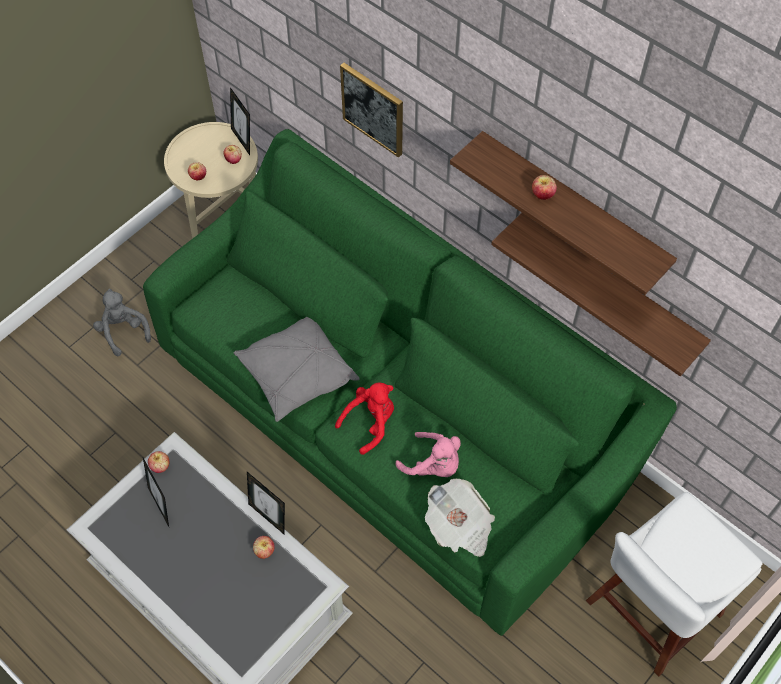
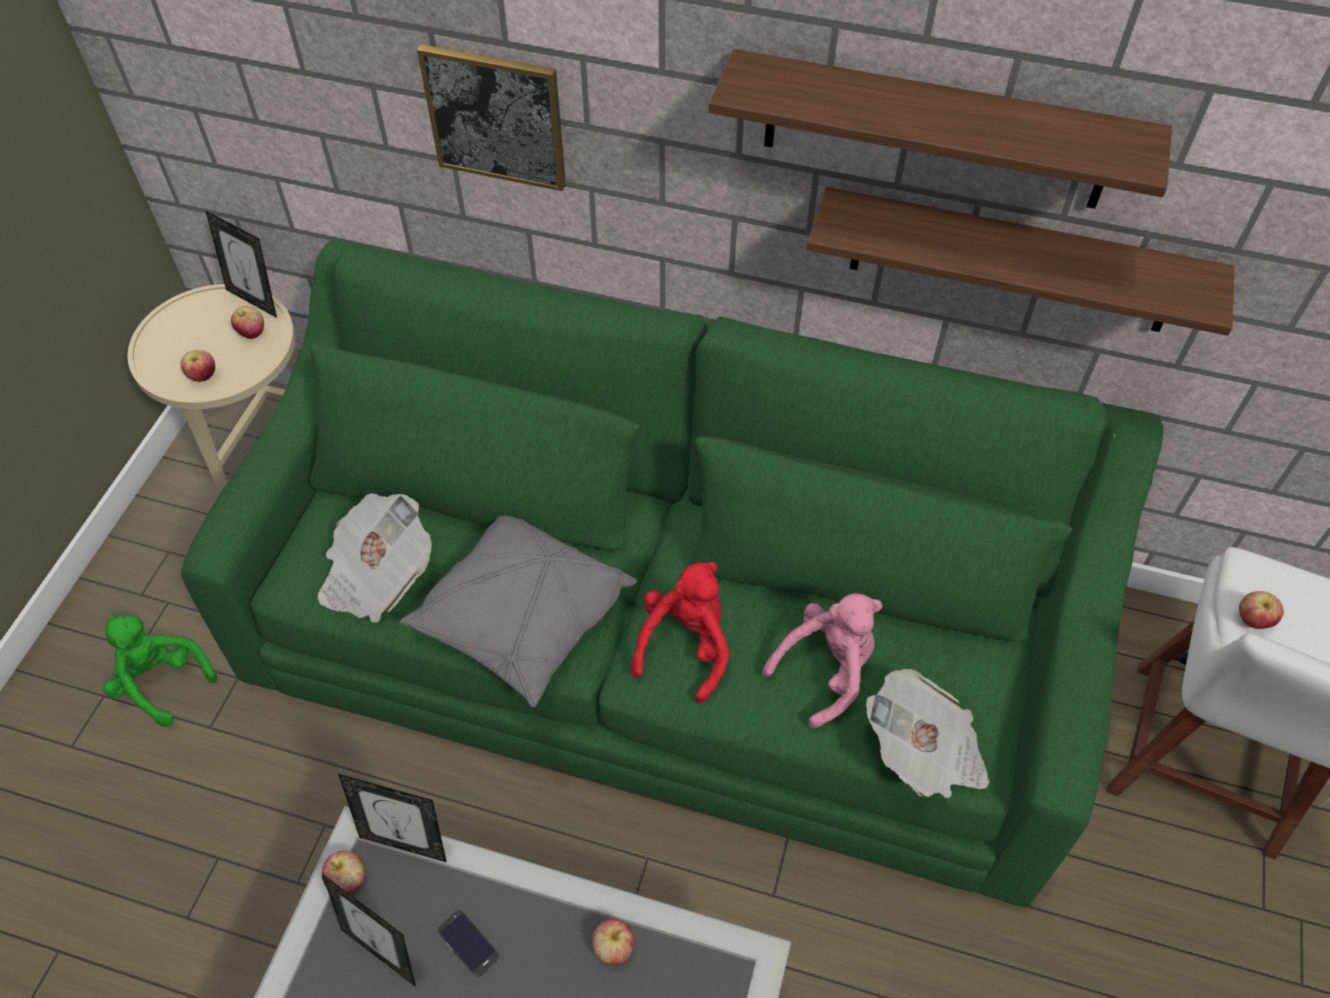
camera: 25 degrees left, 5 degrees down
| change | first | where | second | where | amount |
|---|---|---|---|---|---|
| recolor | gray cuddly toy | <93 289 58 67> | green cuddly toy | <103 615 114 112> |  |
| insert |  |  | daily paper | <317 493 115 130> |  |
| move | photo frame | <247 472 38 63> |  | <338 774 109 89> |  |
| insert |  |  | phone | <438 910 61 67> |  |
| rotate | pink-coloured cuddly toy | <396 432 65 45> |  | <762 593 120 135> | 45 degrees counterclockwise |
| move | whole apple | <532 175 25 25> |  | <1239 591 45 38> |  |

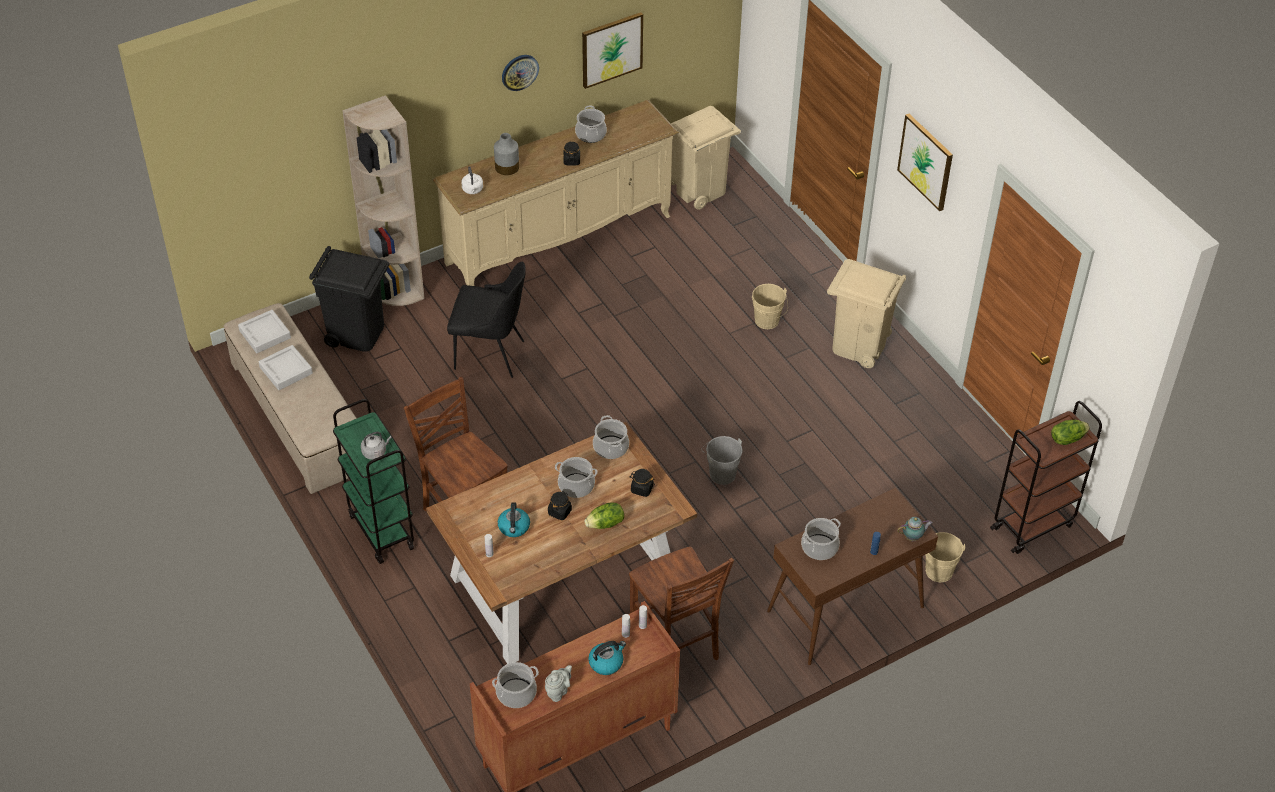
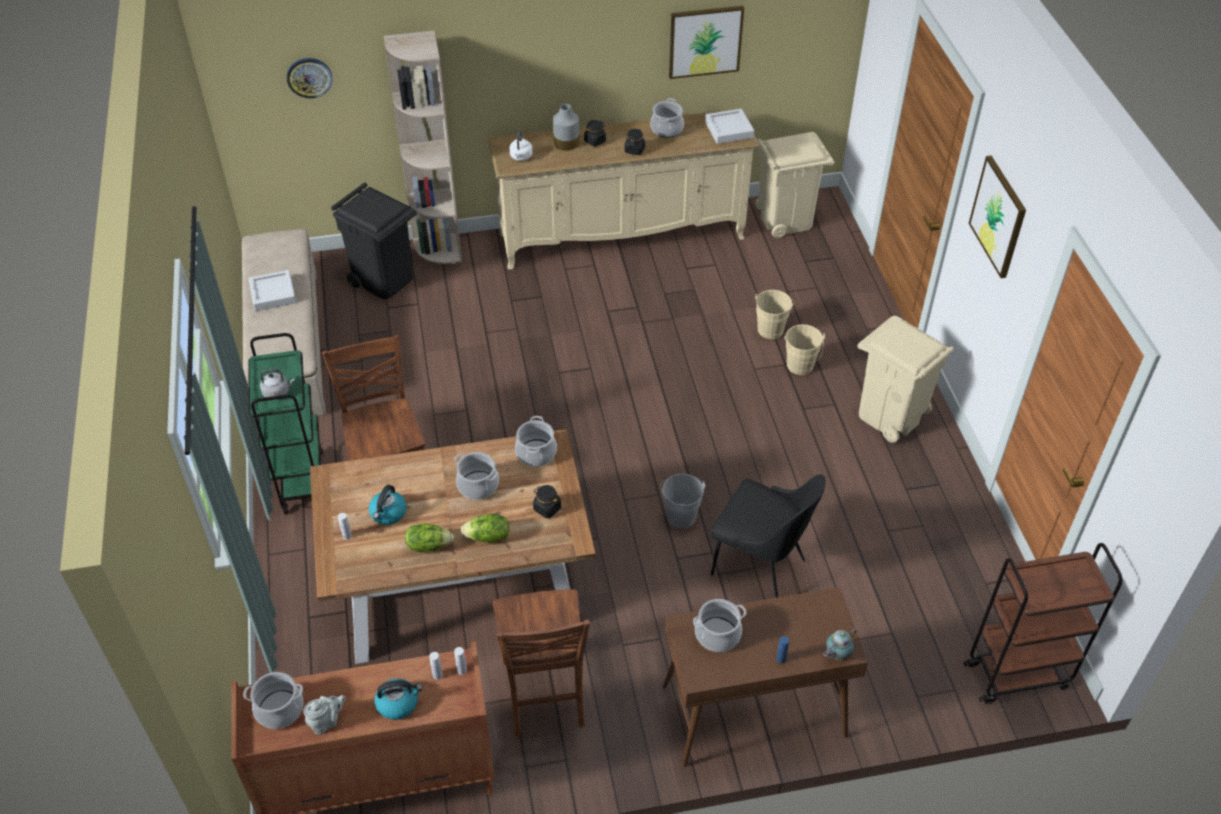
camera: 20 degrees right, 0 degrees up
| change | first | where | second | where | amount |
|---|---|---|---|---|---|
| move | wall clock | <502 55 37 36> |  | <287 58 46 40> |  |
| move | lettuce head | <1051 420 39 25> |  | <405 523 49 29> |  |
| move | black storage jar | <548 491 24 29> |  | <584 120 22 27> |  |
| move | gray serving tray | <238 310 53 43> |  | <705 108 49 36> |  |
| move | black upright chair | <447 262 79 116> |  | <711 475 114 123> |  |
| move | beige bucket | <925 532 40 50> |  | <755 290 39 49> |  |
| rotate | tea pot | <897 517 36 24> |  | <823 628 33 32> | 135 degrees clockwise |

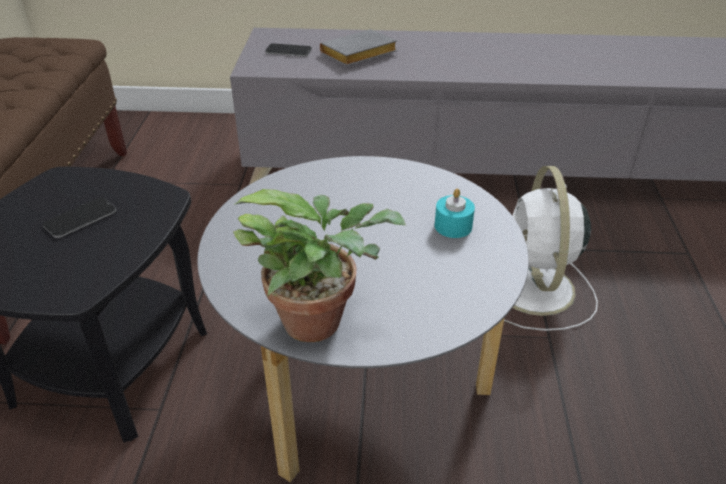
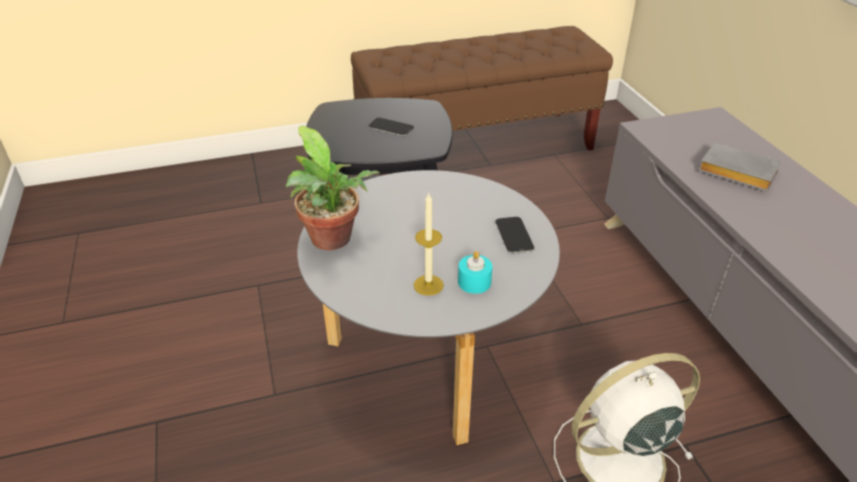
camera: 70 degrees right, 0 degrees up
| change | first | where | second | where | amount |
|---|---|---|---|---|---|
| insert |  |  | candle | <414 193 30 103> |  |
| move | phone | <265 43 47 13> |  | <496 217 39 37> |  |

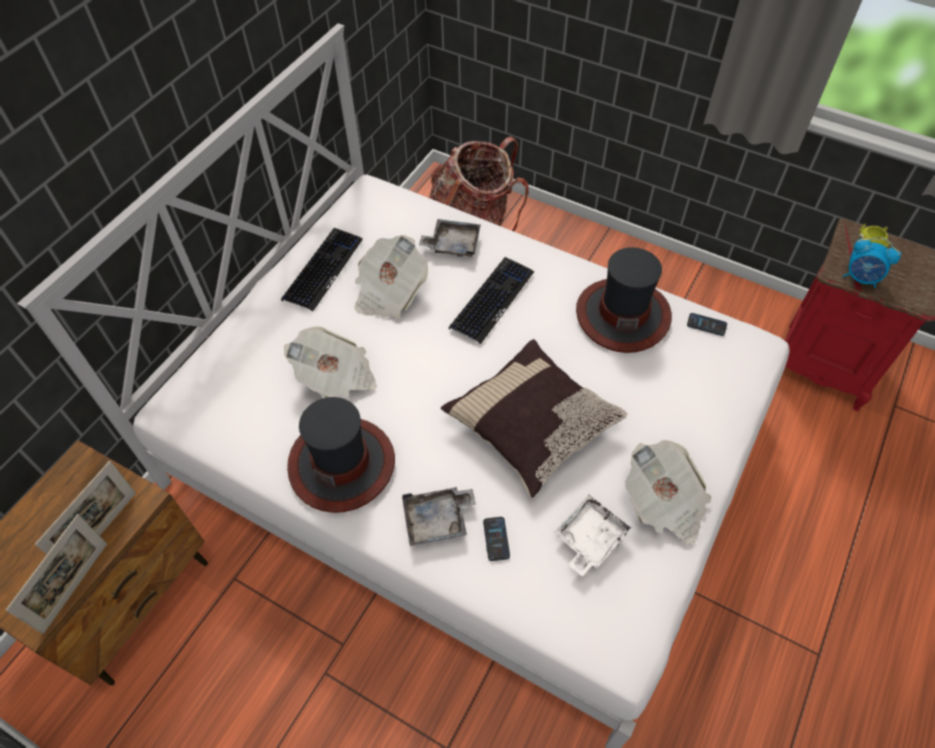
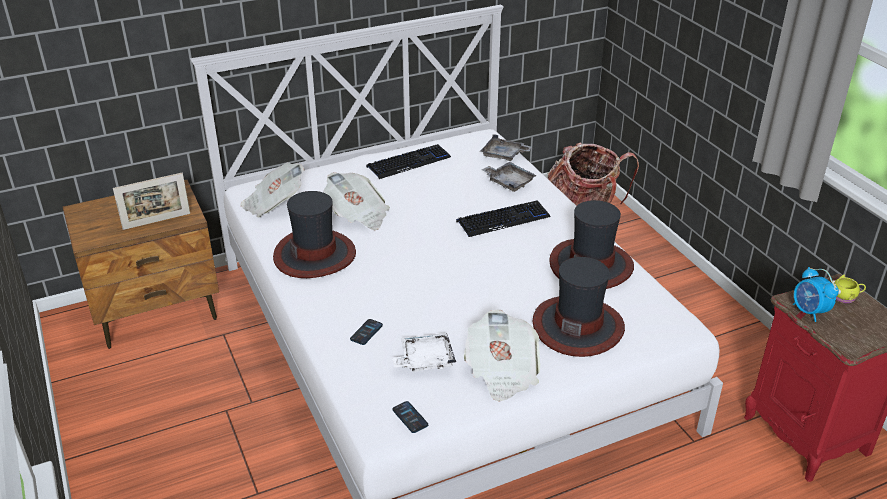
camera: 35 degrees right, 20 degrees down
| change | first | where | second | where | amount |
|---|---|---|---|---|---|
| move | daily paper | <355 235 73 83> |  | <240 162 65 56> |  |
| move | phone | <687 313 40 23> |  | <392 401 36 32> |  |
| move | gray serving tray | <402 487 74 59> |  | <480 134 52 27> |  |
| insert |  |  | clothing hat | <533 257 92 100> |  |
| delete | photo frame | <6 514 101 120> |  |  |  |
| delete | pillow | <441 339 186 159> |  |  |  |

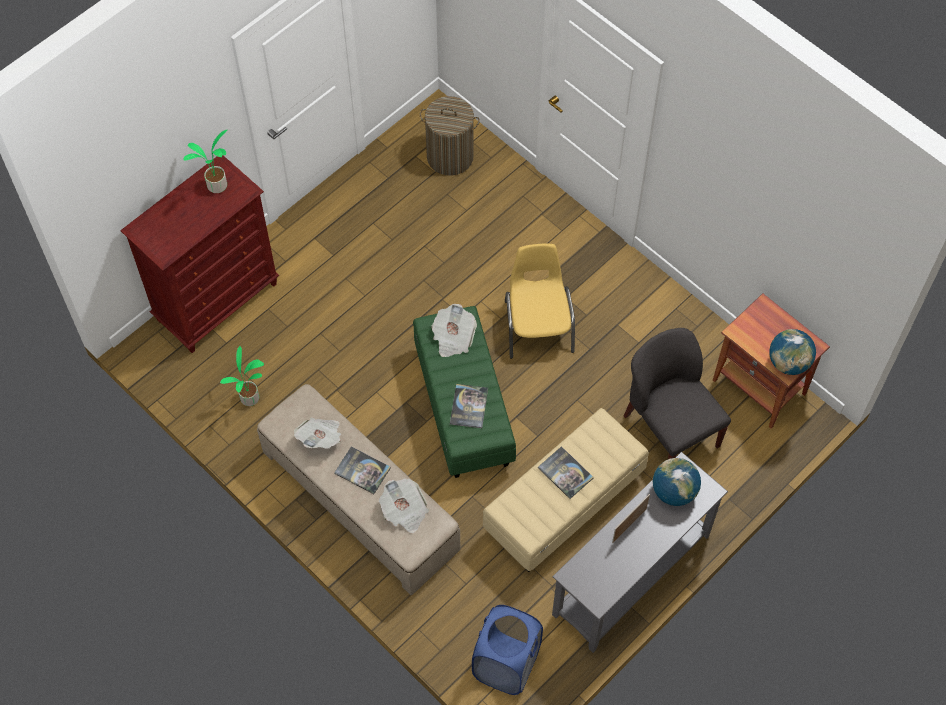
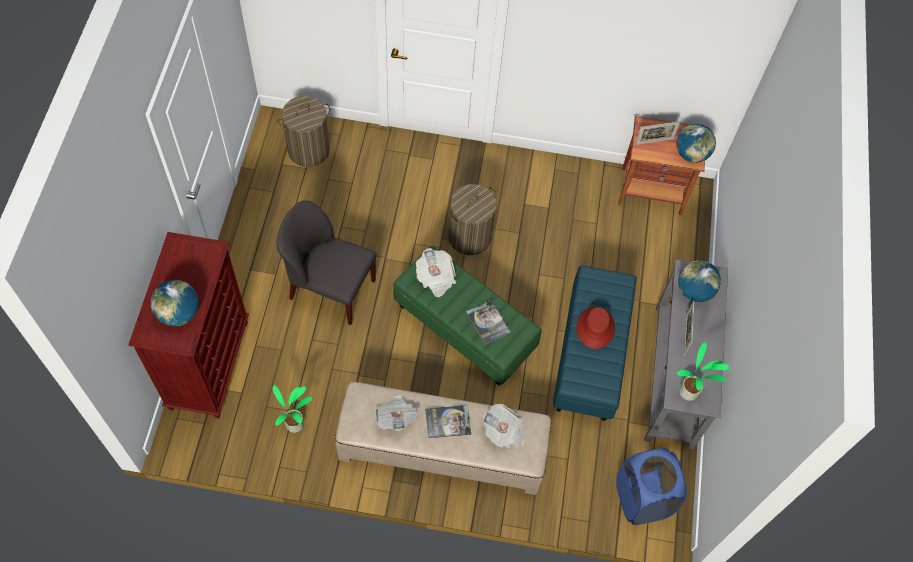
camera: 40 degrees left, 0 degrees up
| change | first | where | second | where | amount |
|---|---|---|---|---|---|
| insert |  |  | world globe | <151 280 48 46> |  |
| move | gray upright chair | <624 328 107 131> |  | <276 201 101 124> |  |
| replace | yellow upright chair | <505 244 70 115> | hamper | <448 184 49 71> |  |
| recolor | beige ottoman | <483 408 166 164> | blue-coloured ottoman | <553 265 84 156> |  |
| replace | book | <538 446 56 53> | red clothing hat | <576 307 39 42> |  |
| insert |  |  | photo frame | <635 121 45 24> |  |
| move | plant in a pot | <183 130 44 63> |  | <677 342 52 59> |  |

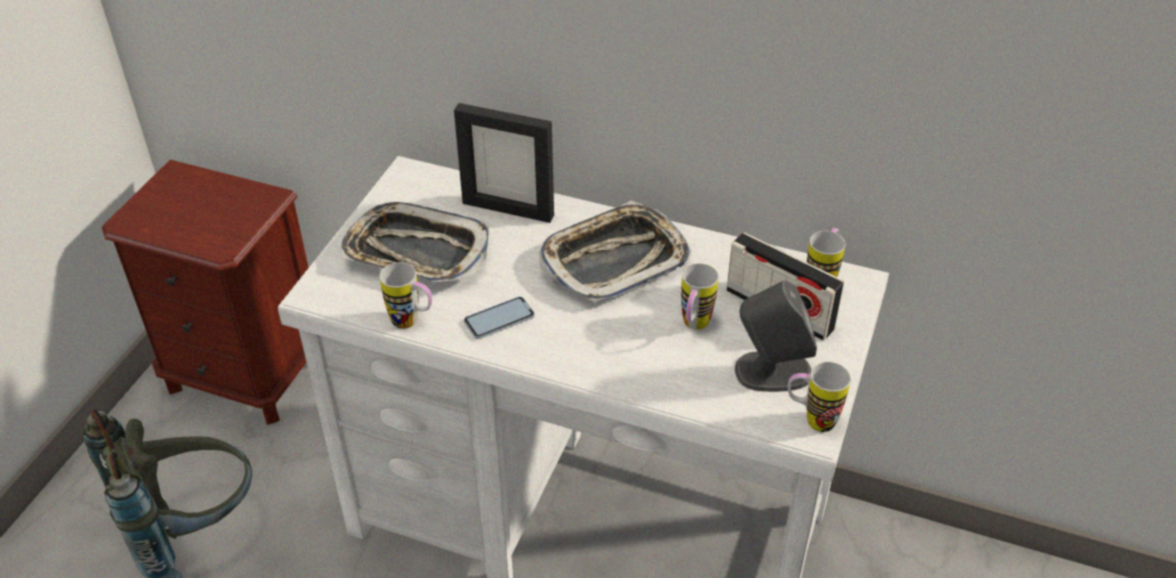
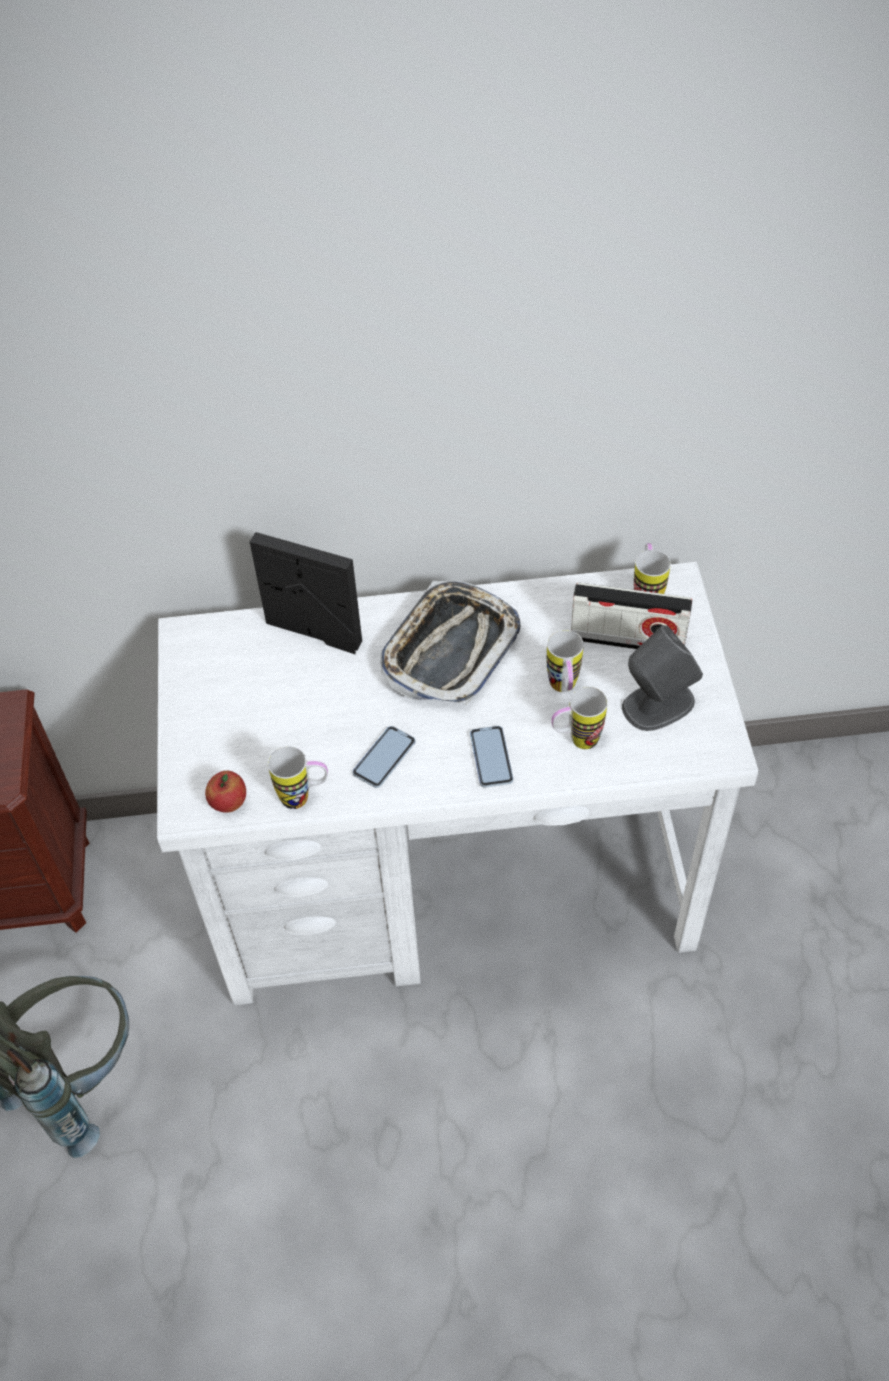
camera: 25 degrees left, 10 degrees up
| change | first | where | second | where | amount |
|---|---|---|---|---|---|
| insert |  |  | whole apple | <205 771 41 42> |  |
| rotate | photo frame | <454 103 100 120> |  | <250 532 112 122> | 150 degrees counterclockwise |
| insert |  |  | phone | <470 726 43 62> |  |
| move | tea mug | <788 362 63 70> |  | <551 686 56 63> |  |
| delete | serving tray | <341 202 148 80> |  |  |  |

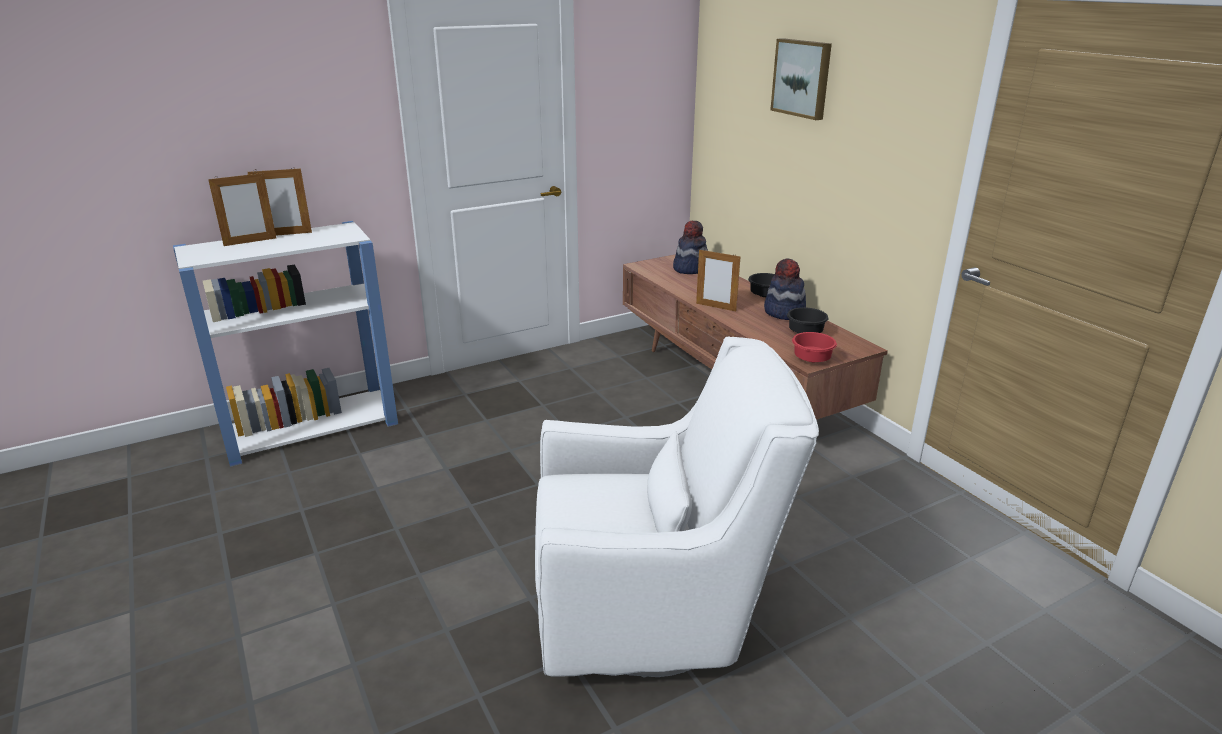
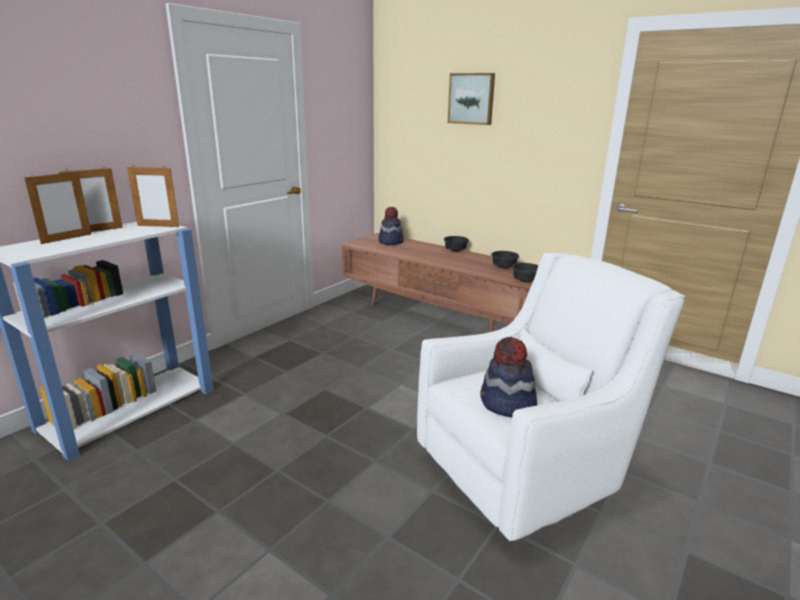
camera: 25 degrees left, 5 degrees down
| change | first | where | second | where | amount |
|---|---|---|---|---|---|
| move | photo frame | <696 249 45 62> |  | <127 166 52 61> |  |
| move | clothing hat | <764 258 42 62> |  | <480 337 57 80> |  |
| recolor | red bowl | <792 332 45 30> | black bowl | <512 263 26 19> |  |

